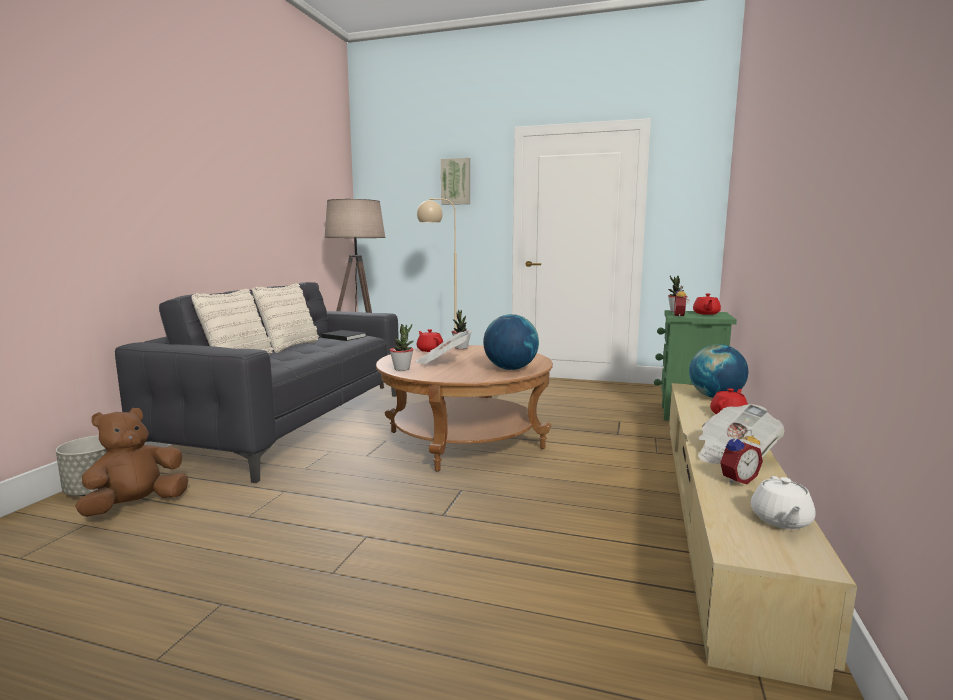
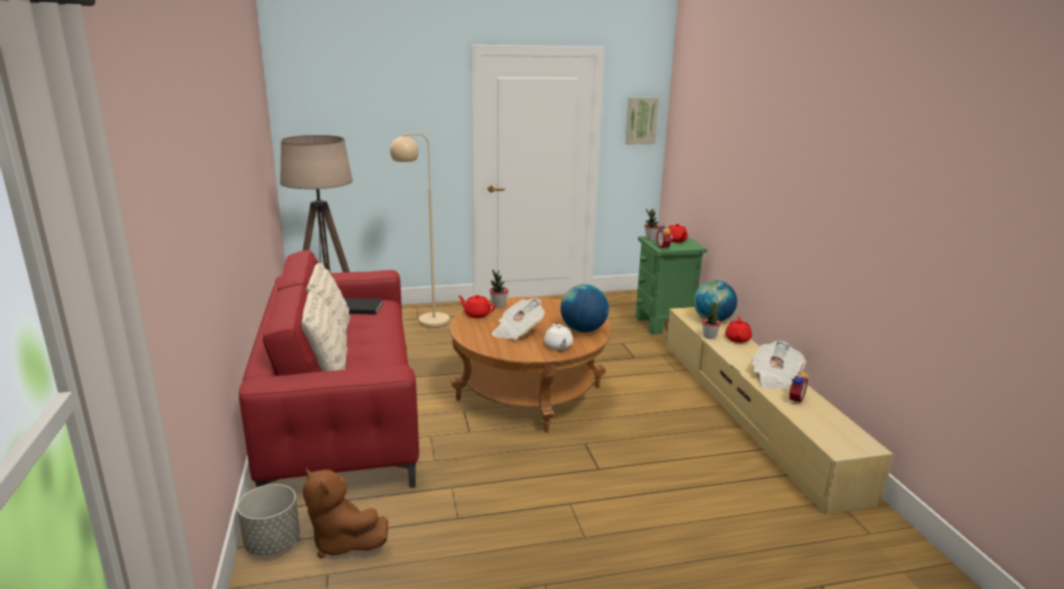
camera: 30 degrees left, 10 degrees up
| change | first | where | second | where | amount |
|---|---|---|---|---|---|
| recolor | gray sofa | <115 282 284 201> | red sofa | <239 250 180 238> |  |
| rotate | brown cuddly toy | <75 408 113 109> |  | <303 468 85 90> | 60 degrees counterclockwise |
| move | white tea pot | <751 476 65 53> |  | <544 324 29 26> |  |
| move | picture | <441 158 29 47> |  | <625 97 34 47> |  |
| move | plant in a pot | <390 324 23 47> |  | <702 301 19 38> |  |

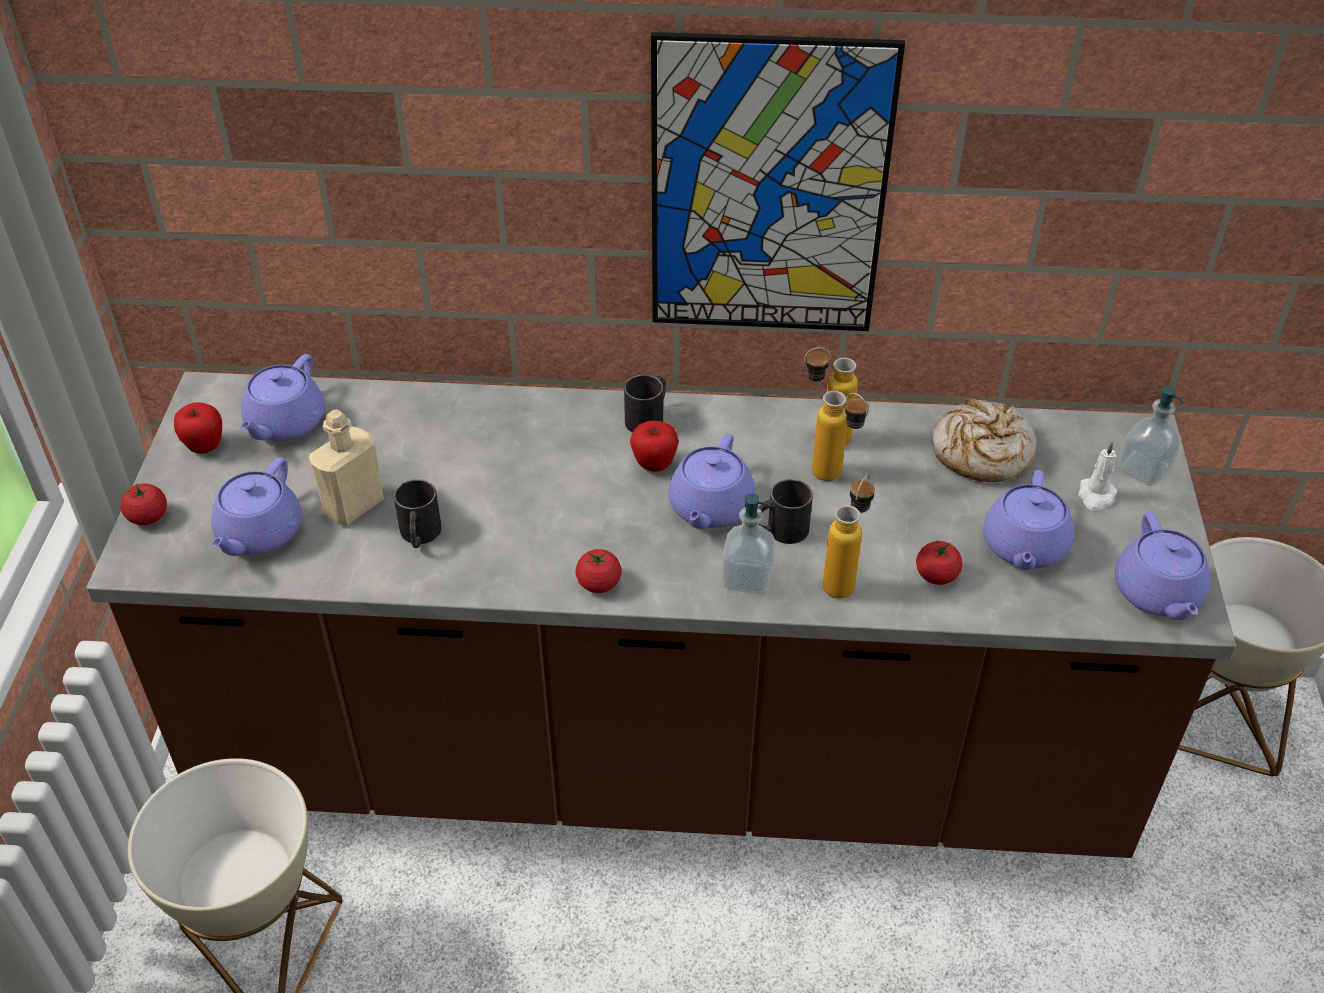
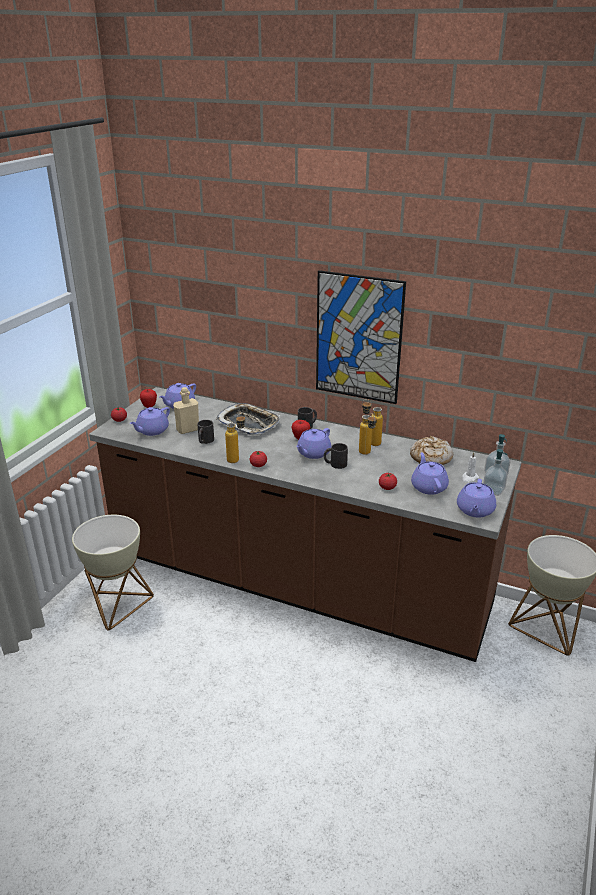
camera: 20 degrees right, 15 degrees down
| change | first | where | second | where | amount |
|---|---|---|---|---|---|
| insert |  |  | serving tray | <216 403 64 32> |  |
| move | drink bottle | <823 474 52 125> |  | <225 413 20 50> |  |
| rotate | purple tea pot | <983 470 91 100> |  | <411 452 38 43> | 135 degrees clockwise |
| move | soap bottle | <721 493 54 101> |  | <483 449 25 47> |  |

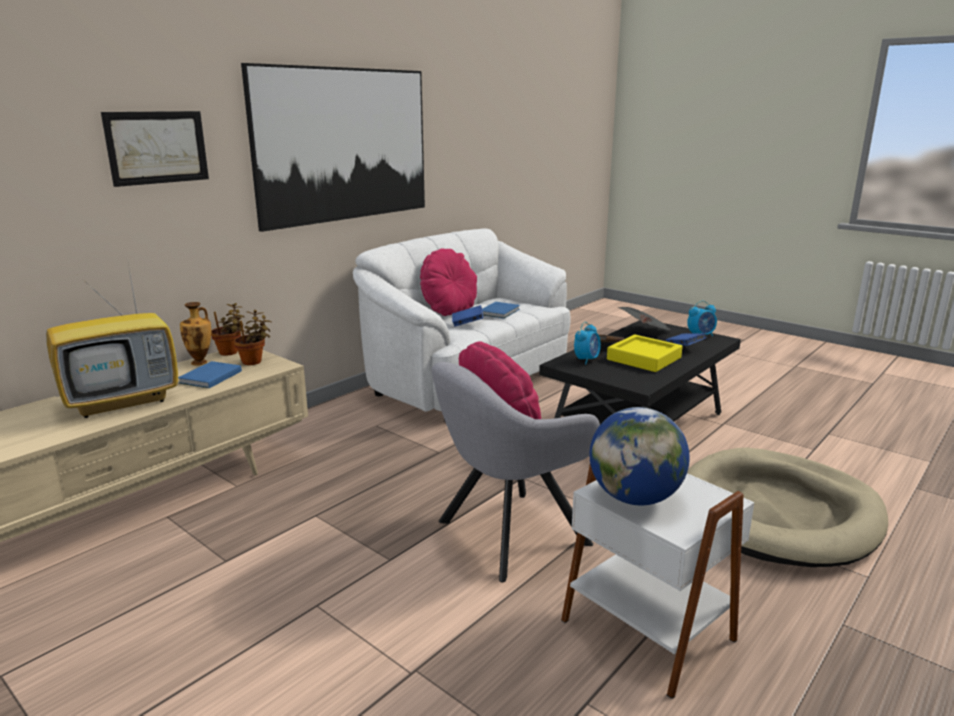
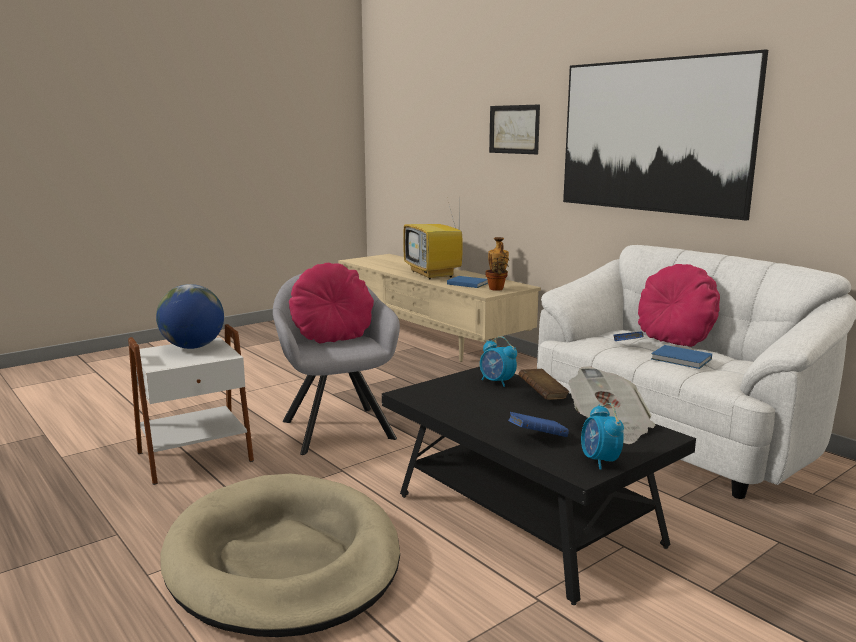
camera: 100 degrees right, 5 degrees down
| change | first | where | second | where | amount |
|---|---|---|---|---|---|
| delete | plant in a pot | <211 303 34 53> |  |  |  |
| delete | yellow serving tray | <607 335 76 37> |  |  |  |

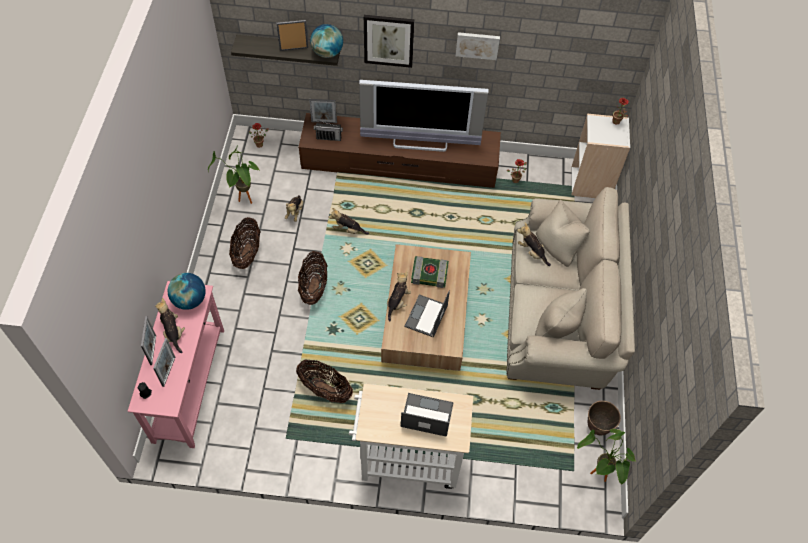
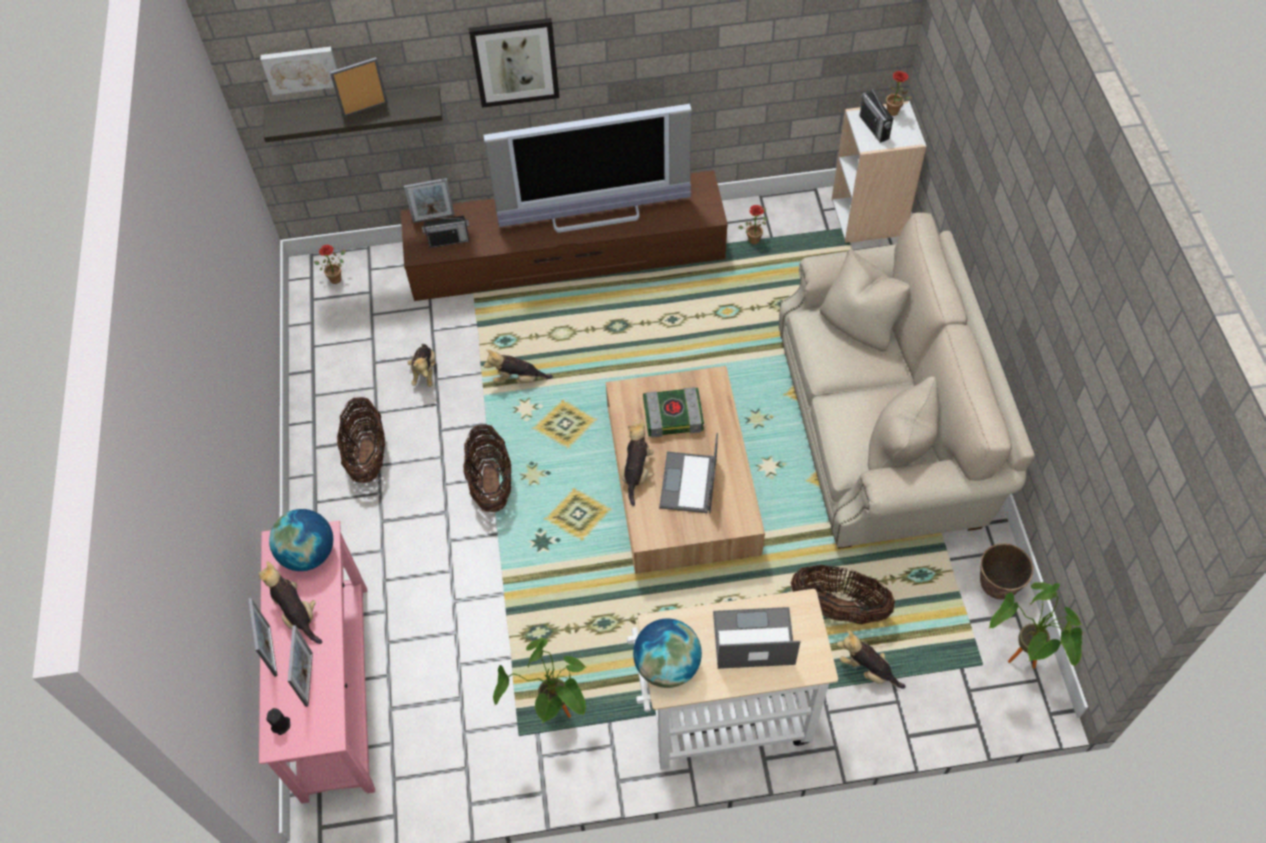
camera: 10 degrees left, 0 degrees up
| change | first | where | second | where | amount |
|---|---|---|---|---|---|
| move | picture | <456 32 44 28> |  | <261 47 76 48> |  |
| move | plant in a pot | <208 145 51 59> |  | <493 637 93 86> |  |
| move | world globe | <310 24 33 34> |  | <633 619 69 69> |  |
| move | storage basket | <296 359 57 44> |  | <791 565 104 60> |  |
| move | cuddly toy | <517 223 34 43> |  | <837 631 69 58> |  |
| insert |  |  | radio receiver | <859 86 34 57> |  |

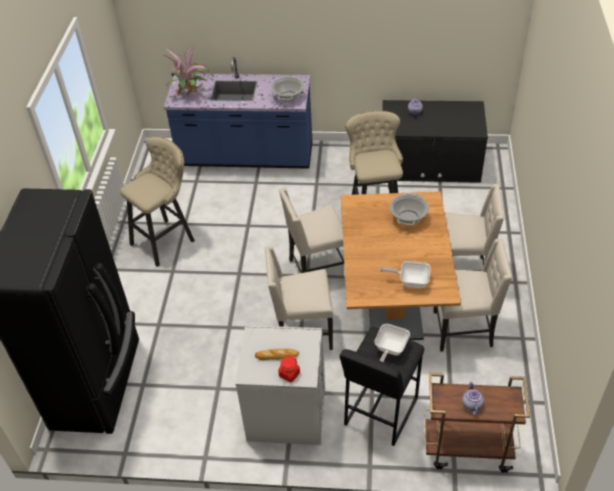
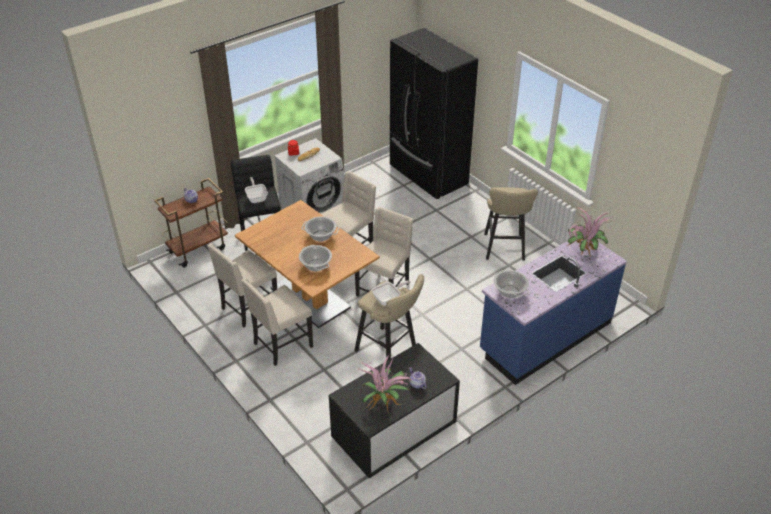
camera: 135 degrees right, 5 degrees down
| change | first | where | second | where | amount |
|---|---|---|---|---|---|
| insert |  |  | saucepot | <301 217 39 25> |  |
| insert |  |  | plant in a pot | <359 353 52 60> |  |
| move | pan | <380 261 51 27> |  | <372 280 39 26> |  |

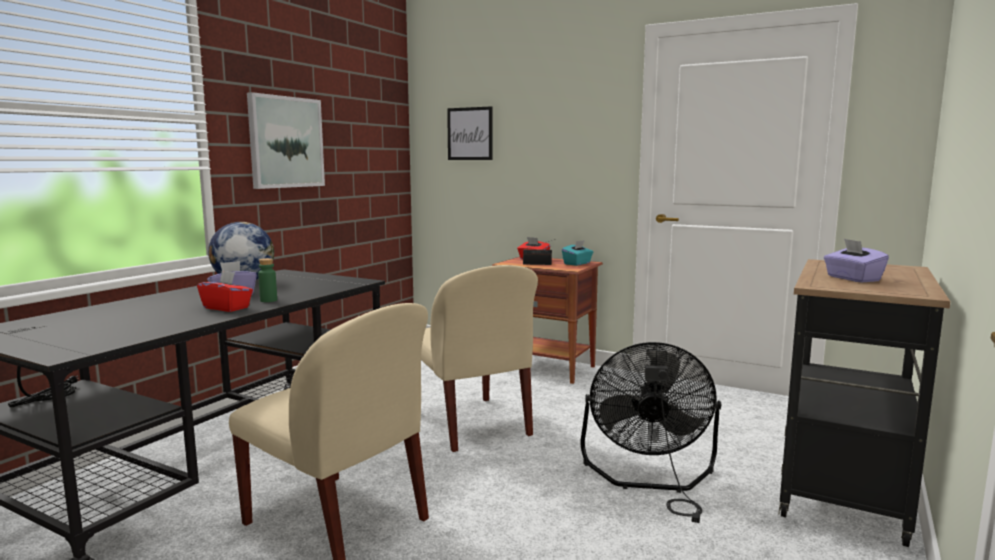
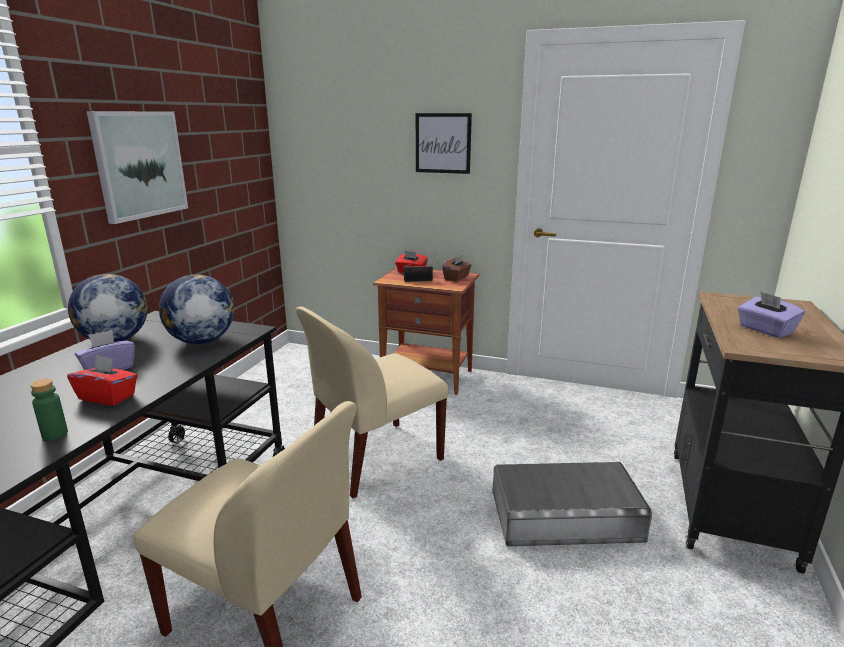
camera: 10 degrees left, 10 degrees up
| change | first | where | second | where | amount |
|---|---|---|---|---|---|
| move | green drink bottle | <258 258 19 44> |  | <30 379 38 61> |  |
| insert |  |  | world globe | <159 274 75 70> |  |
| rotate | beige upright chair | <421 265 117 187> |  | <296 307 152 191> | 90 degrees clockwise |
| move | picture | <447 106 45 54> |  | <416 113 56 61> |  |
| recolor | turquoise-coloured tissue box | <562 240 31 26> | brown tissue box | <442 255 30 26> |  |
| replace | black fan | <580 342 141 181> | gray storage box | <493 462 159 84> |  |

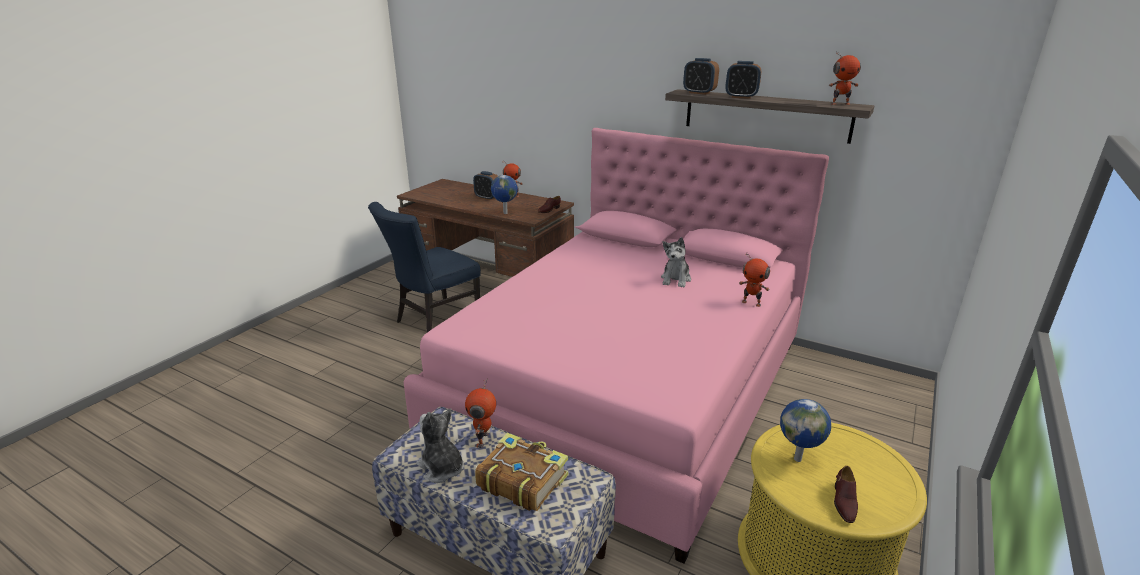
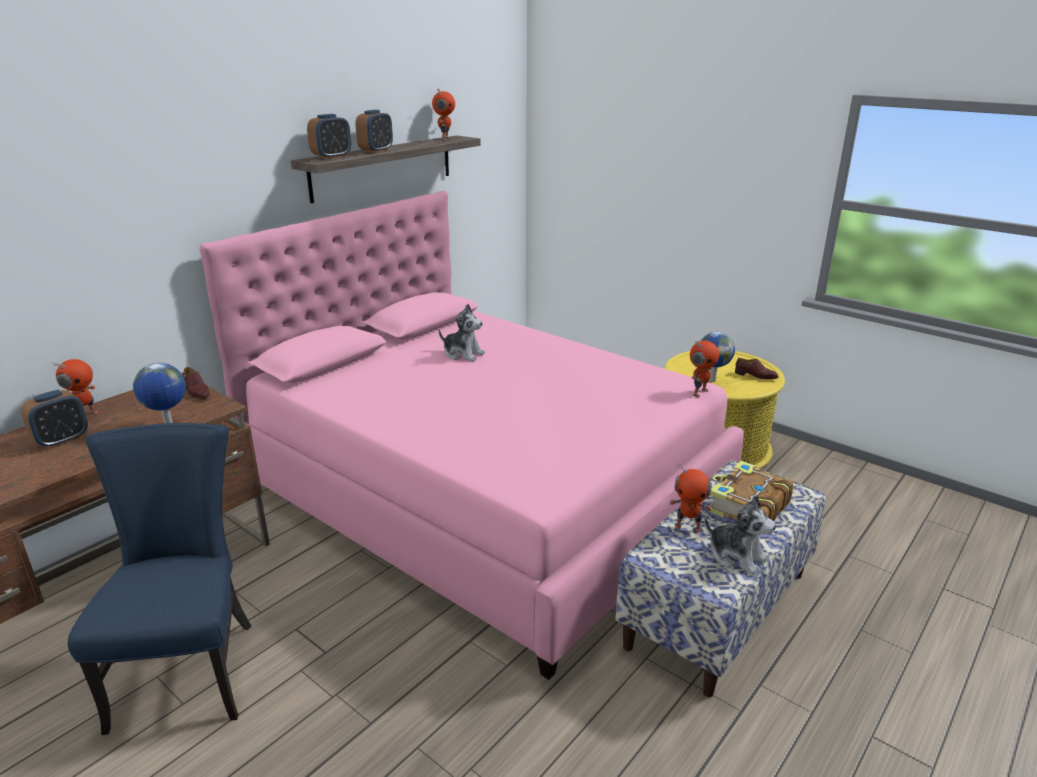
camera: 80 degrees left, 0 degrees up
| change | first | where | second | where | amount |
|---|---|---|---|---|---|
| rotate | blue-coloured upright chair | <368 202 113 131> |  | <68 423 184 312> | 150 degrees counterclockwise |
| move | toy robot | <739 253 31 54> |  | <690 341 29 56> |  |
| rotate | cuddly toy | <416 408 48 75> |  | <704 495 72 80> | 105 degrees counterclockwise |

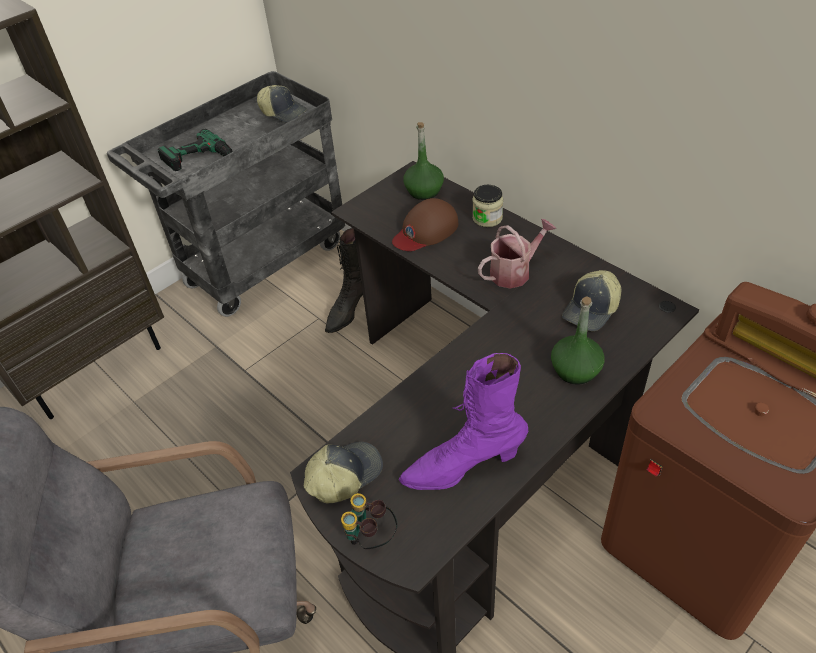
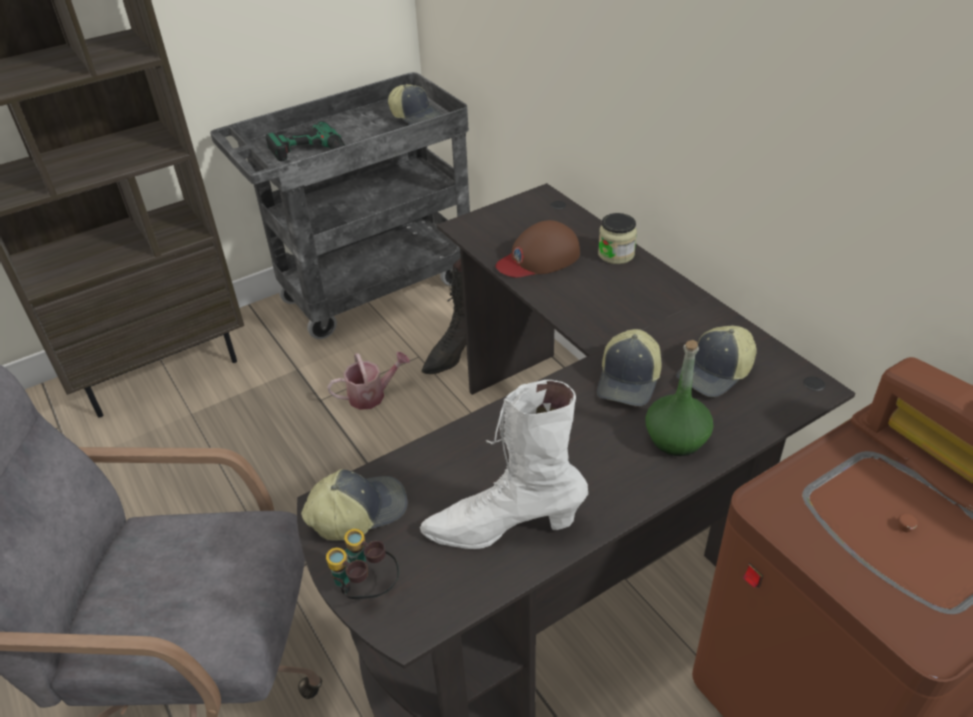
camera: 10 degrees right, 5 degrees down
| change | first | where | second | where | amount |
|---|---|---|---|---|---|
| move | watering pot | <478 219 79 70> |  | <327 352 83 58> |  |
| recolor | purple boot | <399 353 129 137> | white boot | <420 380 168 169> |  |
| insert |  |  | baseball cap | <597 329 65 77> |  |
| delete | green drink bottle | <403 122 41 78> |  |  |  |

